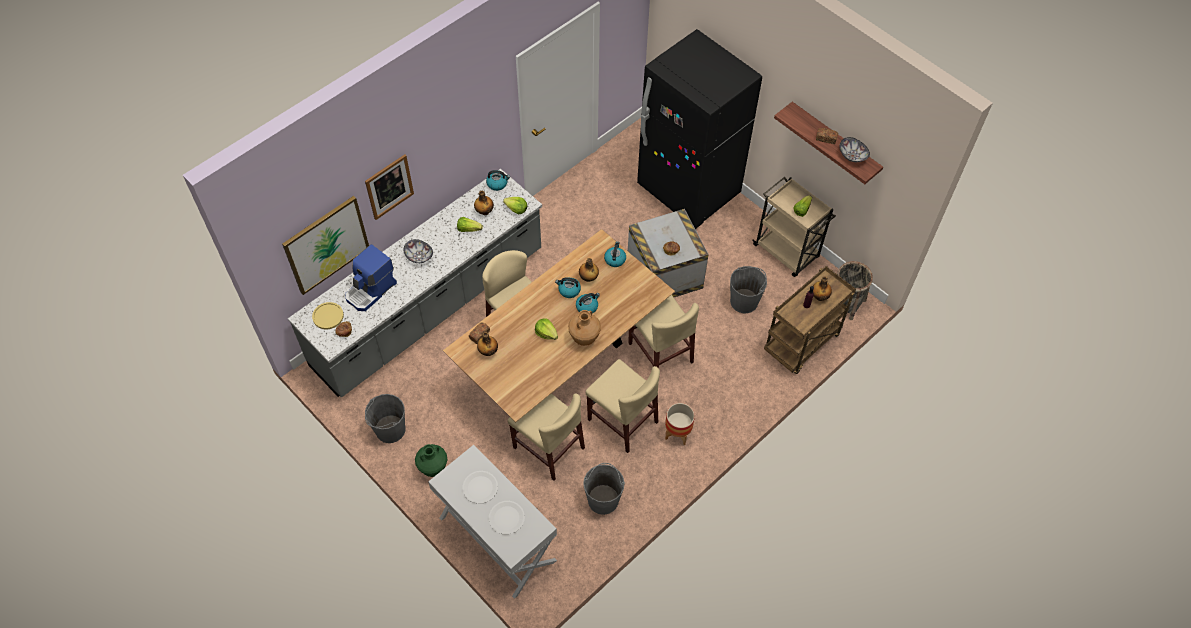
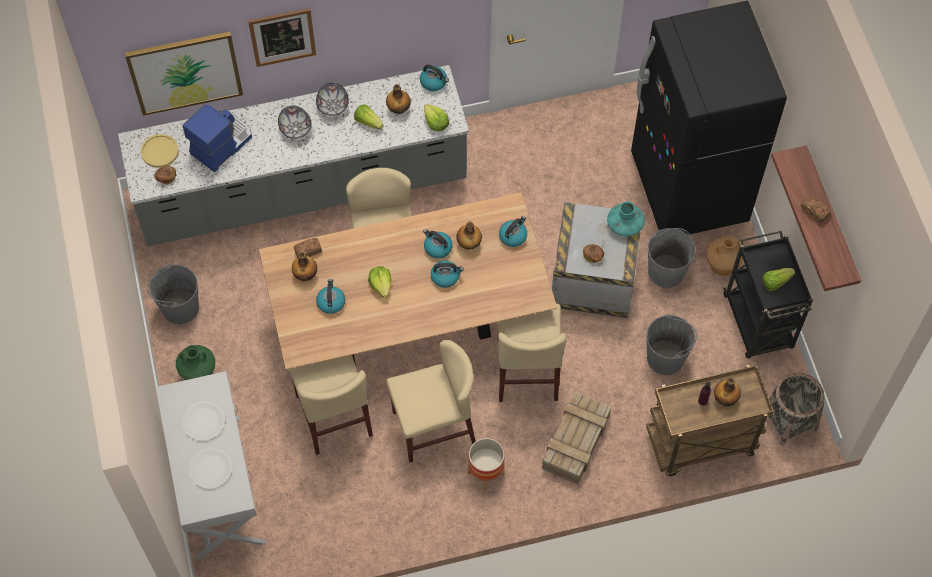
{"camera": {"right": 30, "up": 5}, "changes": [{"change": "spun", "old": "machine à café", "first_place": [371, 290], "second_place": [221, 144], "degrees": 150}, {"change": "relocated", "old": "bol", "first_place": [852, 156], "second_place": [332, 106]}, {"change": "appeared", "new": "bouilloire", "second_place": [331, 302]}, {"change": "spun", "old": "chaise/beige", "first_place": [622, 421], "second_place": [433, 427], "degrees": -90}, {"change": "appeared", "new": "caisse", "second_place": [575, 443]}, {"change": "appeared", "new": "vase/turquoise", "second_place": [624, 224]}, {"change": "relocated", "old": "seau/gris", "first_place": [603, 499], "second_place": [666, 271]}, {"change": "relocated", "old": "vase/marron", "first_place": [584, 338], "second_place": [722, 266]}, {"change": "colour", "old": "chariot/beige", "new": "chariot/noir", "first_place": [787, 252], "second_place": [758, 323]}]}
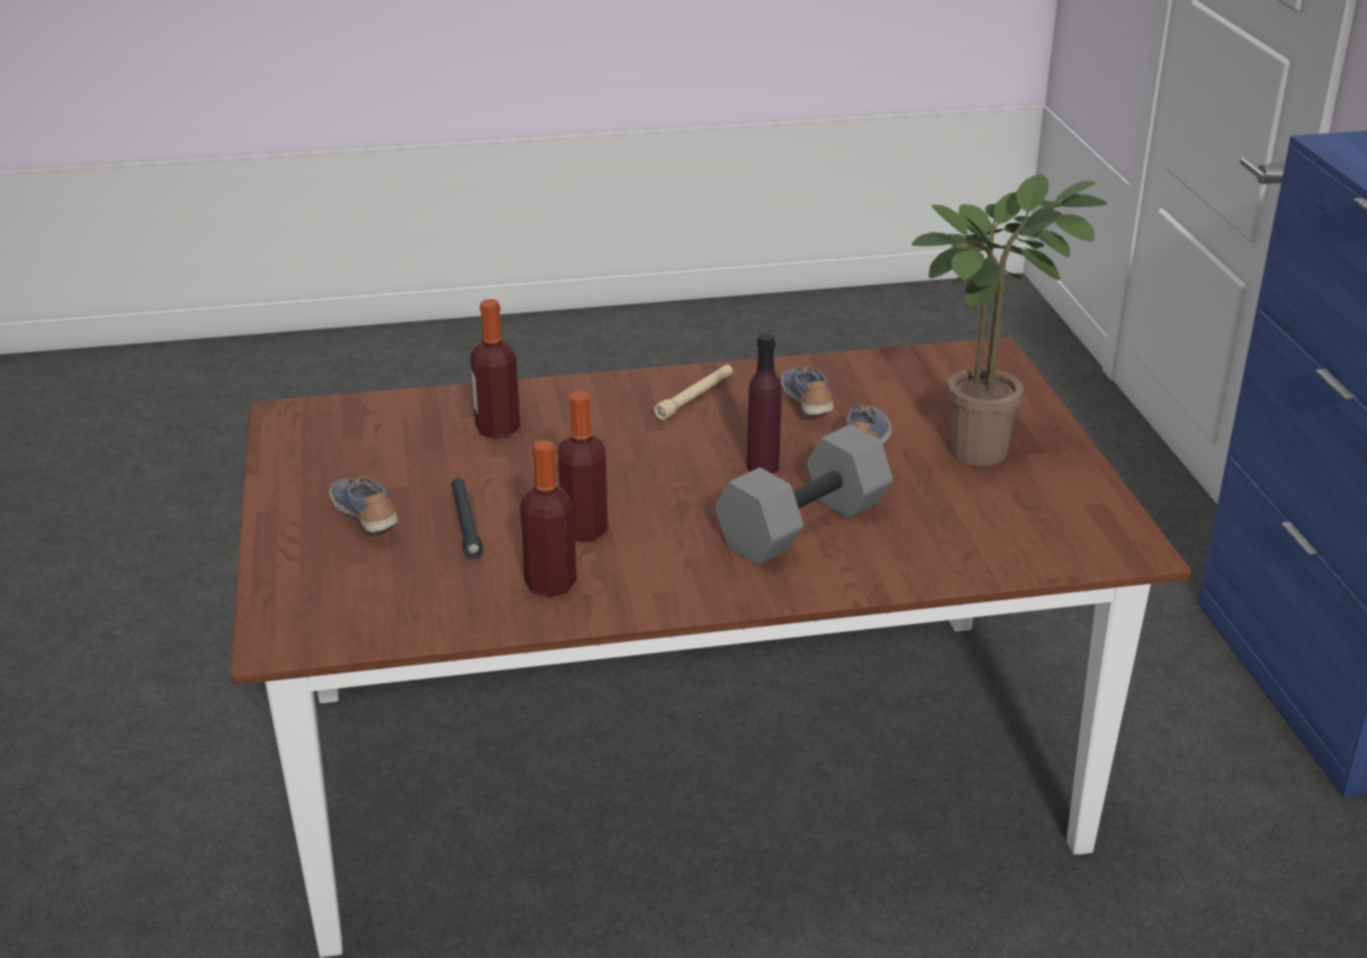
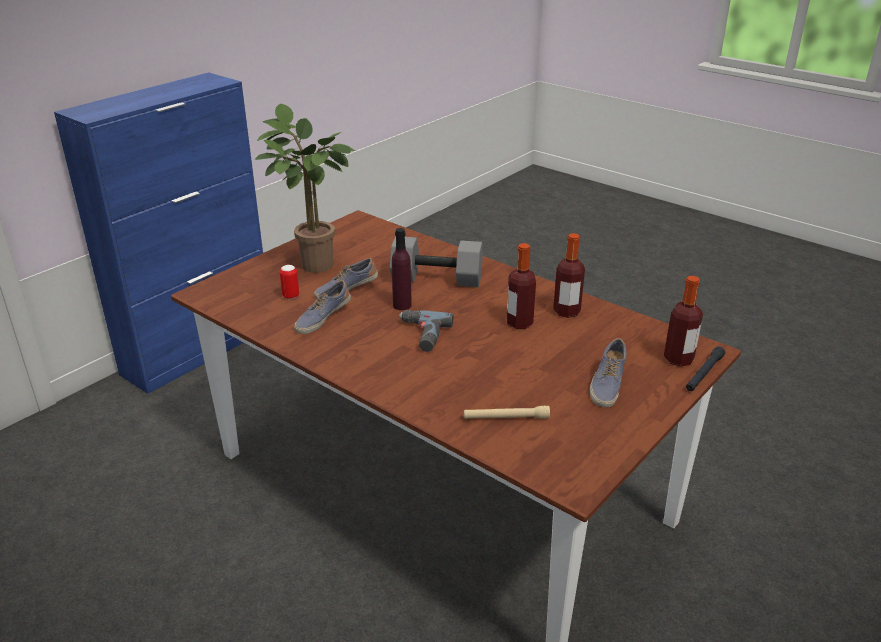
{"camera": {"right": -130, "up": 0}, "changes": [{"change": "appeared", "new": "boîte métallique", "second_place": [291, 296]}, {"change": "appeared", "new": "perceuse", "second_place": [421, 335]}, {"change": "relocated", "old": "lampe de poche/beige", "first_place": [695, 397], "second_place": [506, 418]}, {"change": "relocated", "old": "bouteille", "first_place": [498, 429], "second_place": [678, 359]}, {"change": "relocated", "old": "lampe de poche/noir", "first_place": [466, 523], "second_place": [704, 373]}]}
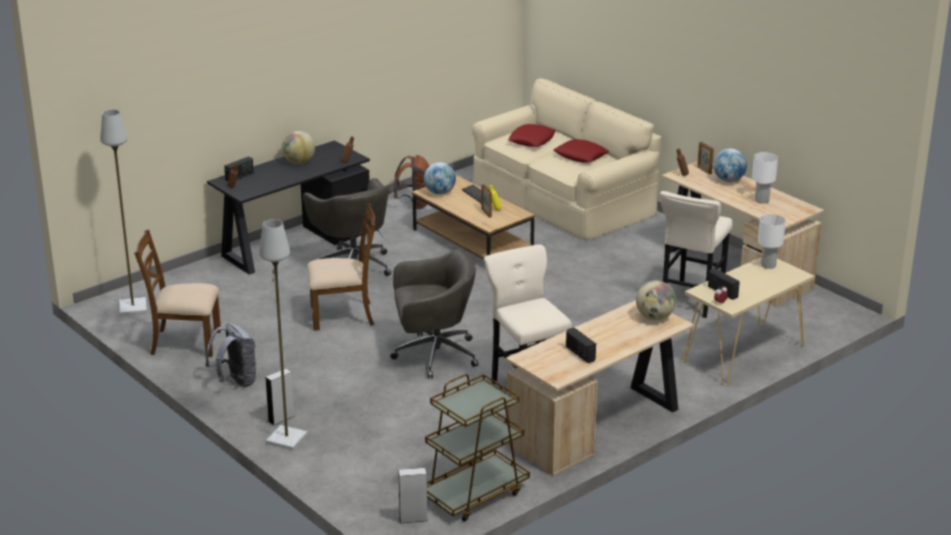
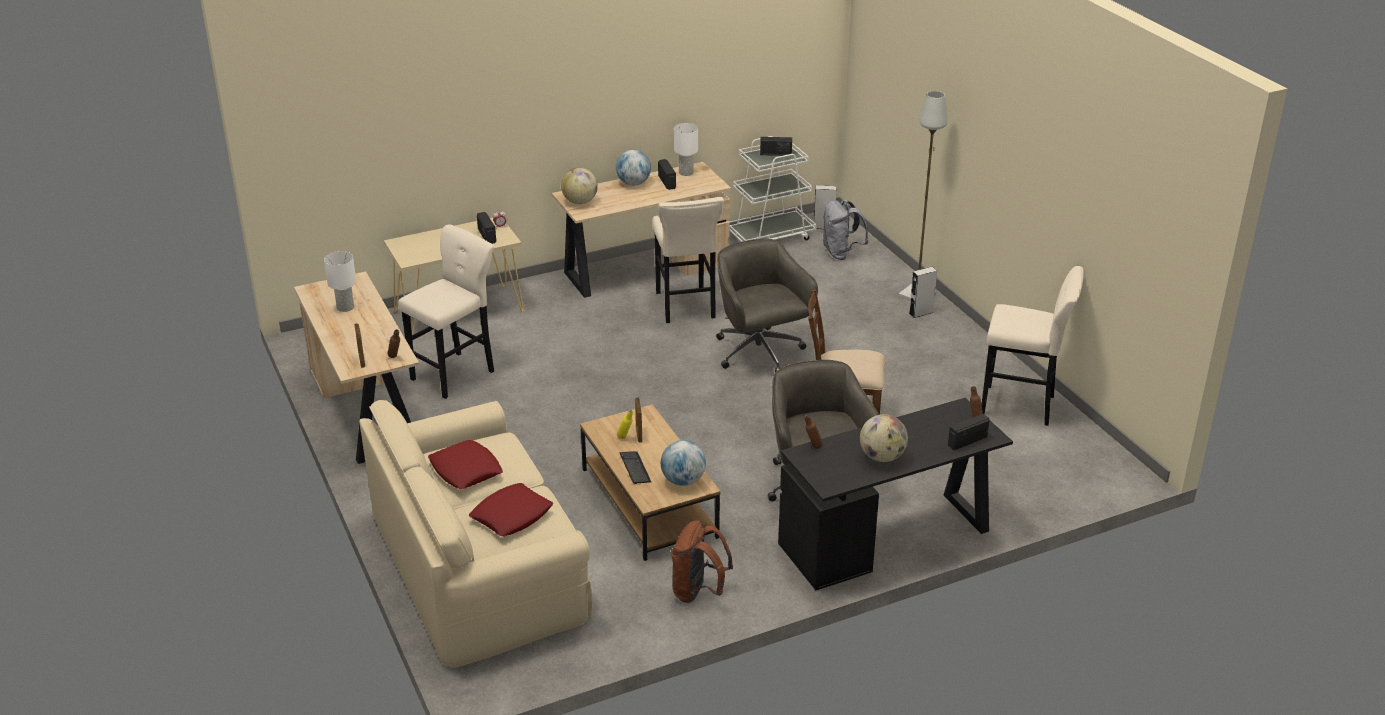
{"camera": {"right": -165, "up": 5}, "changes": [{"change": "relocated", "old": "globe", "first_place": [728, 180], "second_place": [633, 183]}, {"change": "relocated", "old": "lampe de table/blanc", "first_place": [768, 265], "second_place": [685, 172]}, {"change": "spun", "old": "chaise de bureau/gris", "first_place": [433, 355], "second_place": [759, 353], "degrees": 60}, {"change": "colour", "old": "chariot/marron", "new": "chariot/blanc", "first_place": [474, 494], "second_place": [771, 236]}, {"change": "appeared", "new": "radio", "second_place": [775, 154]}, {"change": "relocated", "old": "sac à dos/gris", "first_place": [235, 381], "second_place": [841, 253]}, {"change": "exchanged", "old": "chaise/marron", "new": "tabouret/beige", "first_place": [184, 342], "second_place": [1022, 406]}, {"change": "missing", "old": "lampadaire/gris", "first_place": [132, 307]}]}
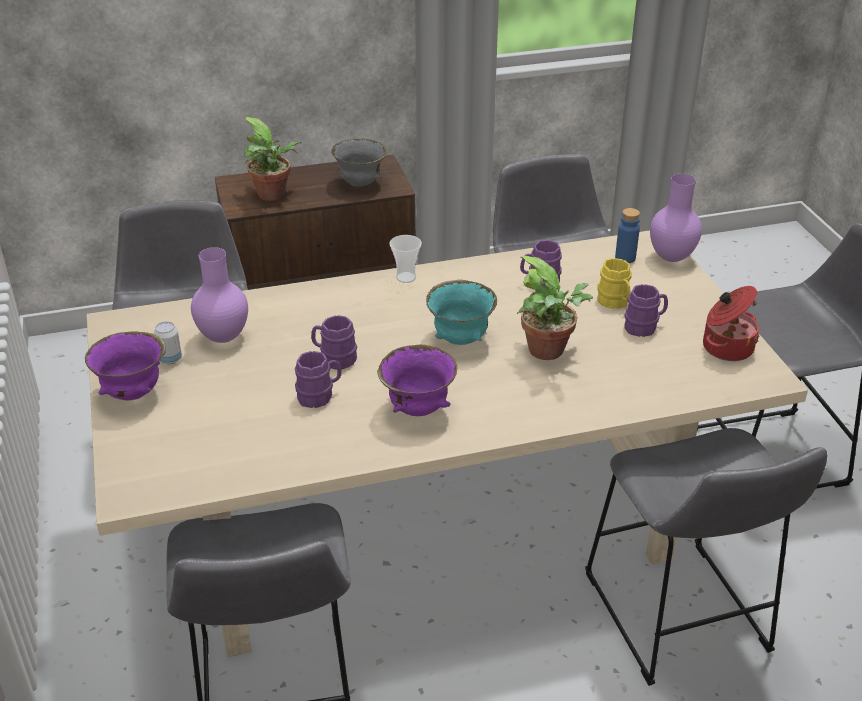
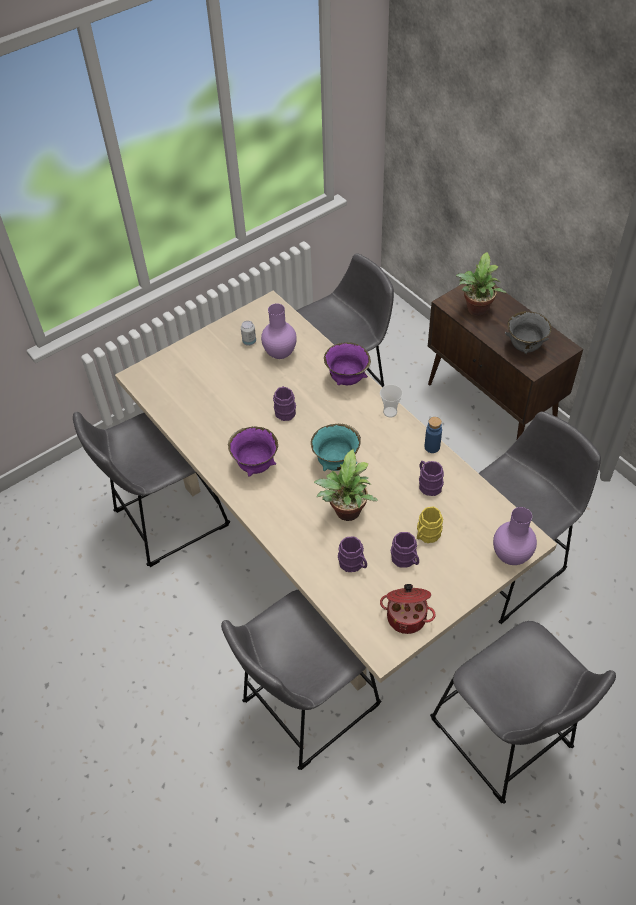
{"camera": {"right": 70, "up": 15}, "changes": [{"change": "relocated", "old": "bol/violet", "first_place": [133, 394], "second_place": [347, 380]}, {"change": "relocated", "old": "mug/violet", "first_place": [320, 395], "second_place": [353, 564]}, {"change": "relocated", "old": "bouteille/bleu", "first_place": [625, 258], "second_place": [432, 447]}]}
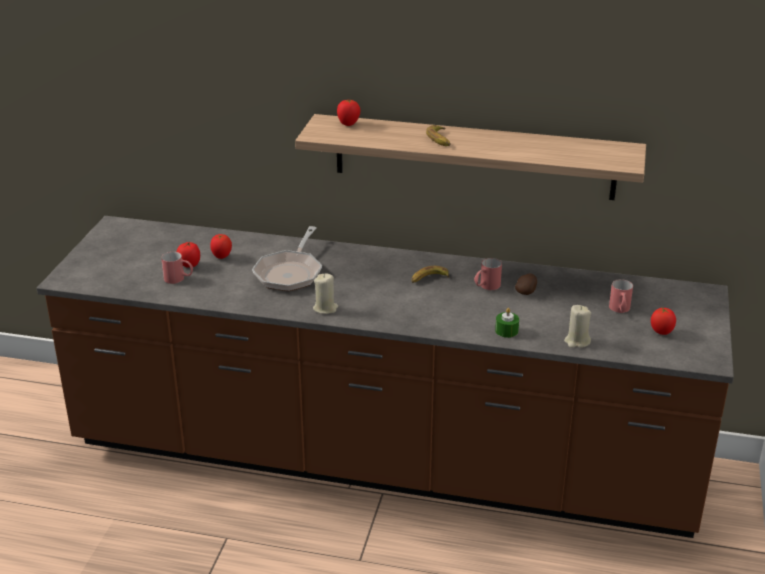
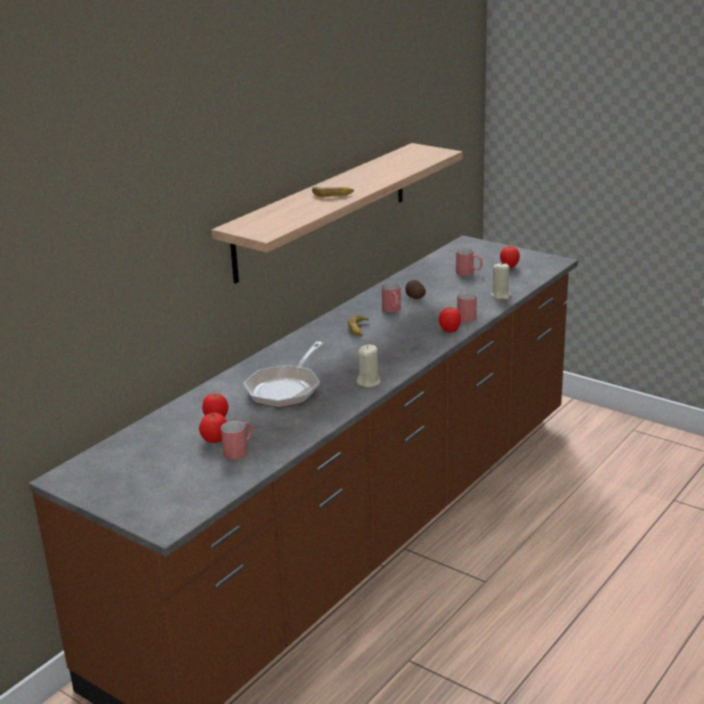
{"camera": {"right": -65, "up": -5}, "changes": [{"change": "spun", "old": "poêle", "first_place": [290, 273], "second_place": [286, 389], "degrees": 75}, {"change": "relocated", "old": "tomate", "first_place": [348, 124], "second_place": [450, 331]}, {"change": "exchanged", "old": "bougie/vert", "new": "mug/rouge", "first_place": [506, 331], "second_place": [467, 316]}]}
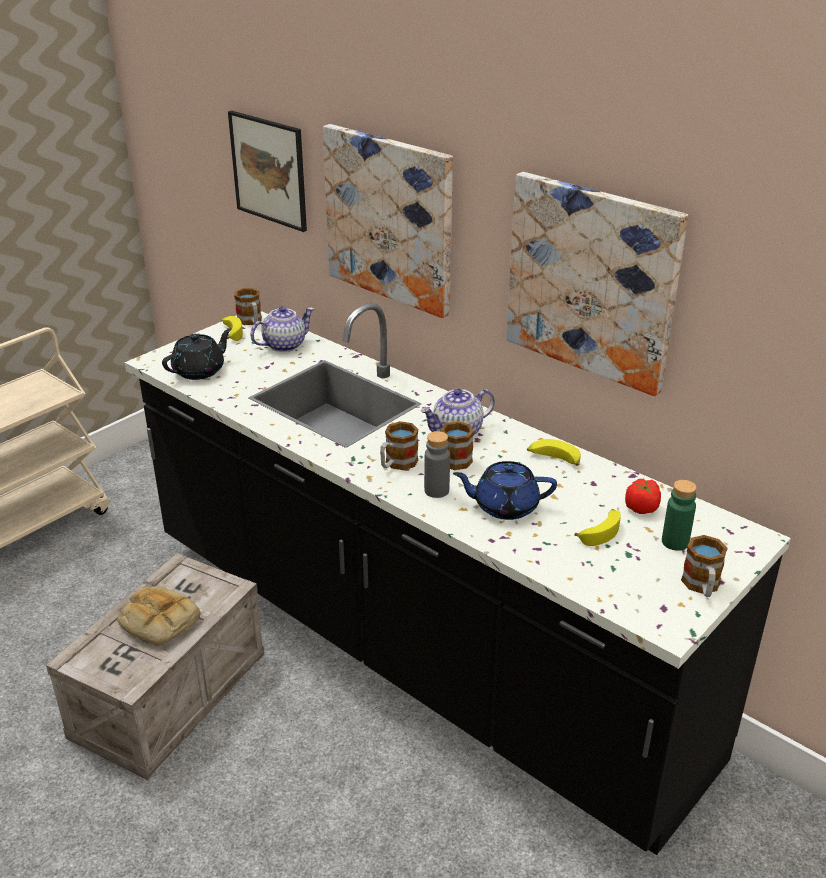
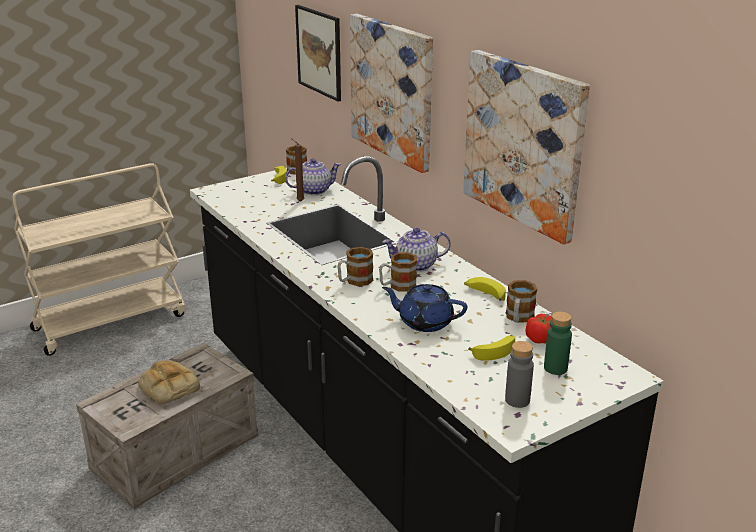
{"camera": {"right": 15, "up": -5}, "changes": [{"change": "appeared", "new": "bougie/marron", "second_place": [299, 201]}, {"change": "relocated", "old": "bouteille/gris", "first_place": [436, 490], "second_place": [517, 400]}, {"change": "relocated", "old": "mug", "first_place": [702, 586], "second_place": [518, 318]}, {"change": "missing", "old": "théière/noir", "first_place": [200, 371]}]}
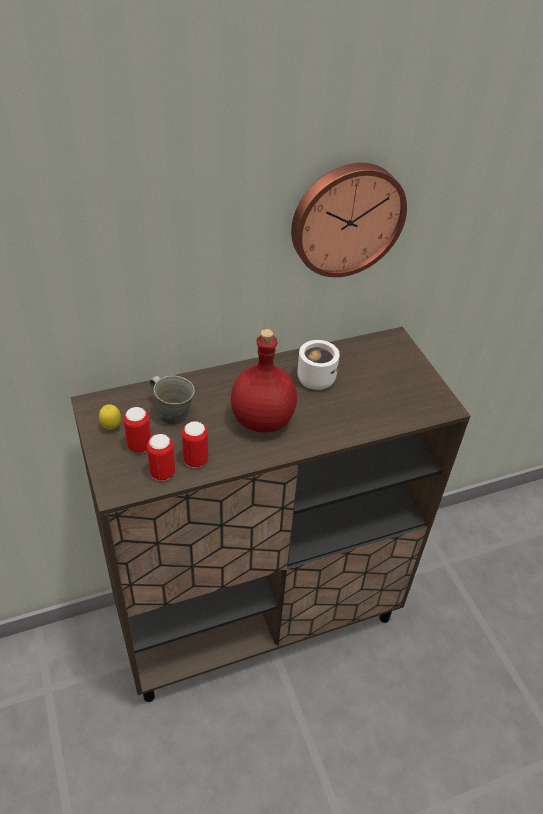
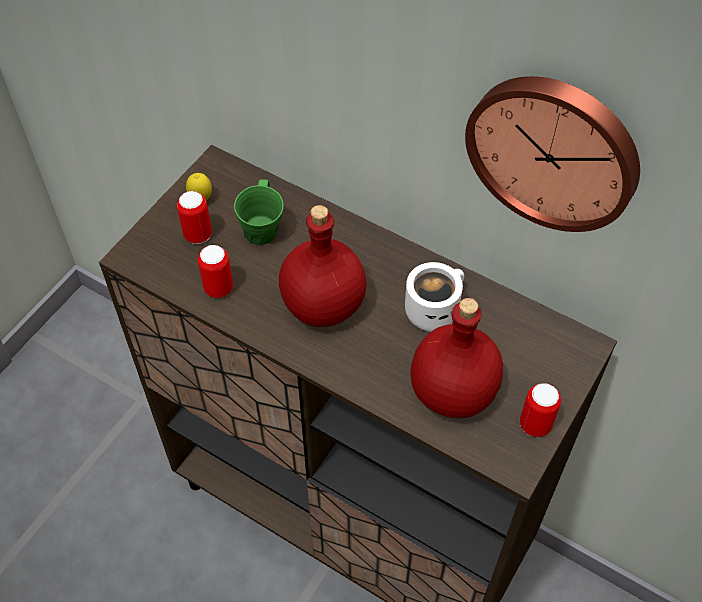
{"camera": {"right": 55, "up": 10}, "changes": [{"change": "colour", "old": "mug/gris", "new": "mug/vert", "first_place": [172, 413], "second_place": [262, 229]}, {"change": "appeared", "new": "bouteille/rouge", "second_place": [454, 393]}, {"change": "relocated", "old": "boîte métallique", "first_place": [162, 473], "second_place": [535, 425]}]}
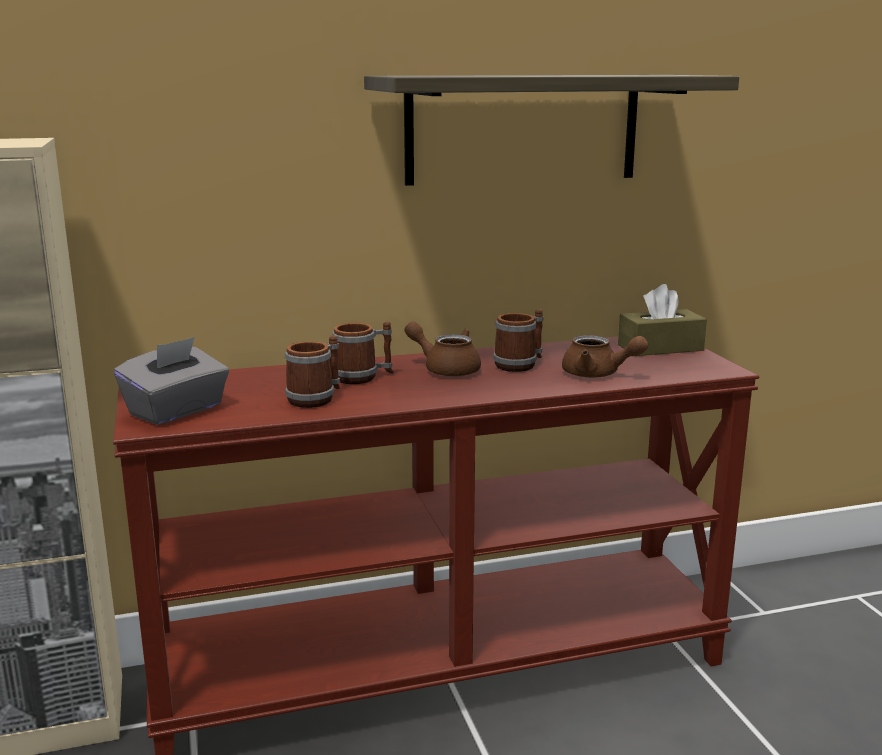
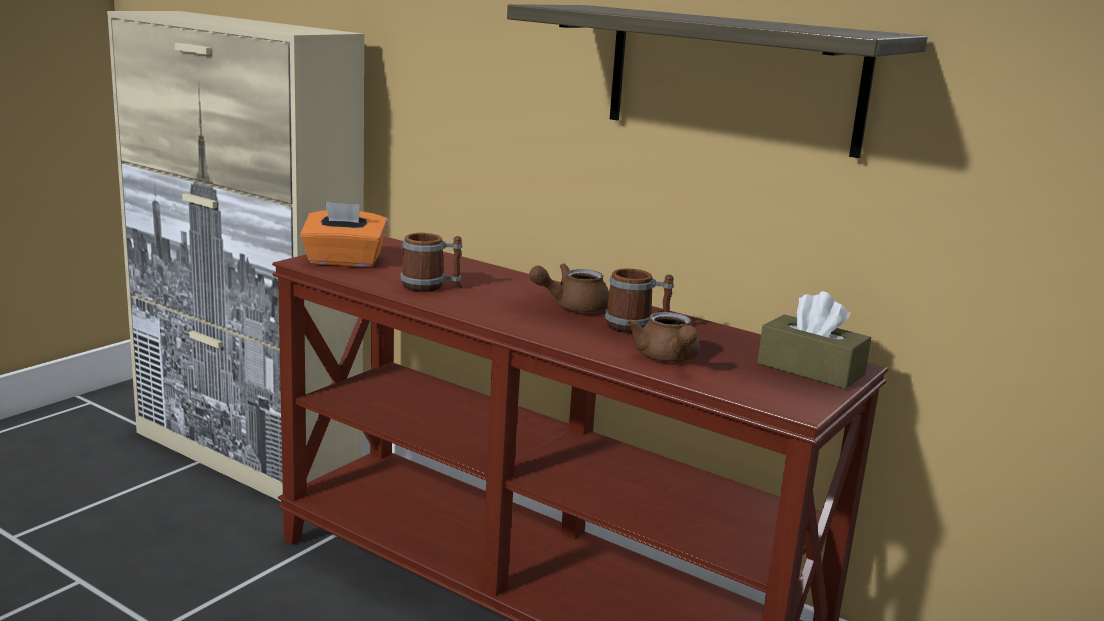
{"camera": {"right": 50, "up": 0}, "changes": [{"change": "colour", "old": "boîte à mouchoirs/gris", "new": "boîte à mouchoirs/orange", "first_place": [177, 411], "second_place": [344, 261]}, {"change": "spun", "old": "théière/marron", "first_place": [446, 369], "second_place": [572, 307], "degrees": -105}, {"change": "missing", "old": "mug", "first_place": [363, 377]}]}
